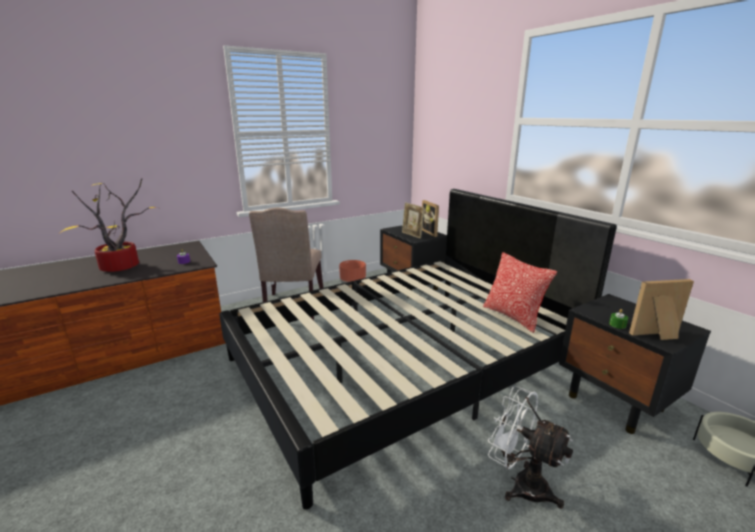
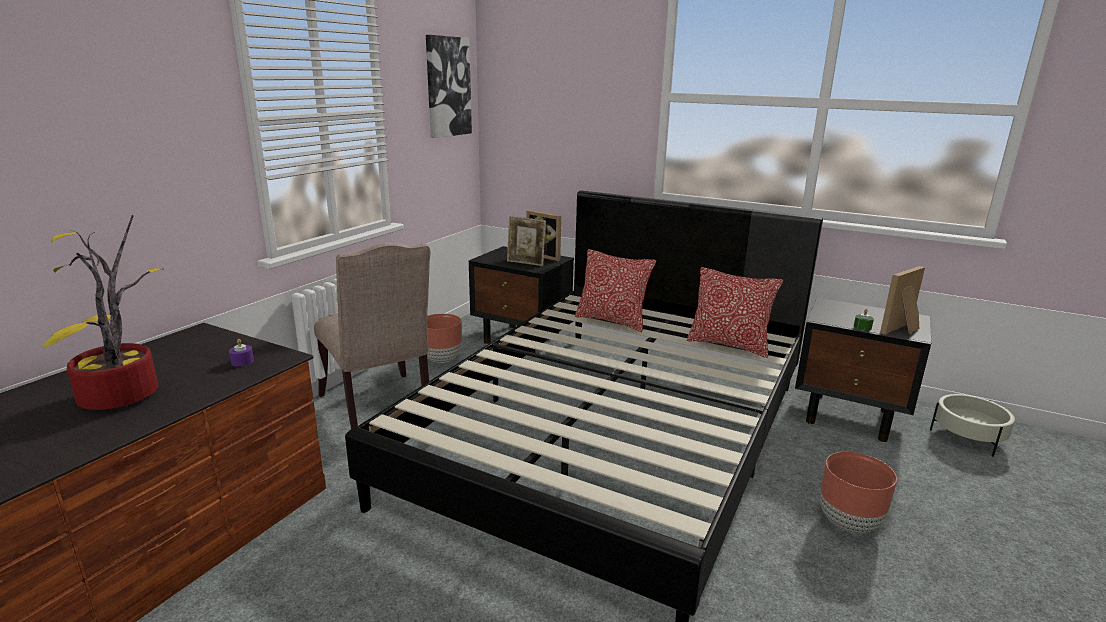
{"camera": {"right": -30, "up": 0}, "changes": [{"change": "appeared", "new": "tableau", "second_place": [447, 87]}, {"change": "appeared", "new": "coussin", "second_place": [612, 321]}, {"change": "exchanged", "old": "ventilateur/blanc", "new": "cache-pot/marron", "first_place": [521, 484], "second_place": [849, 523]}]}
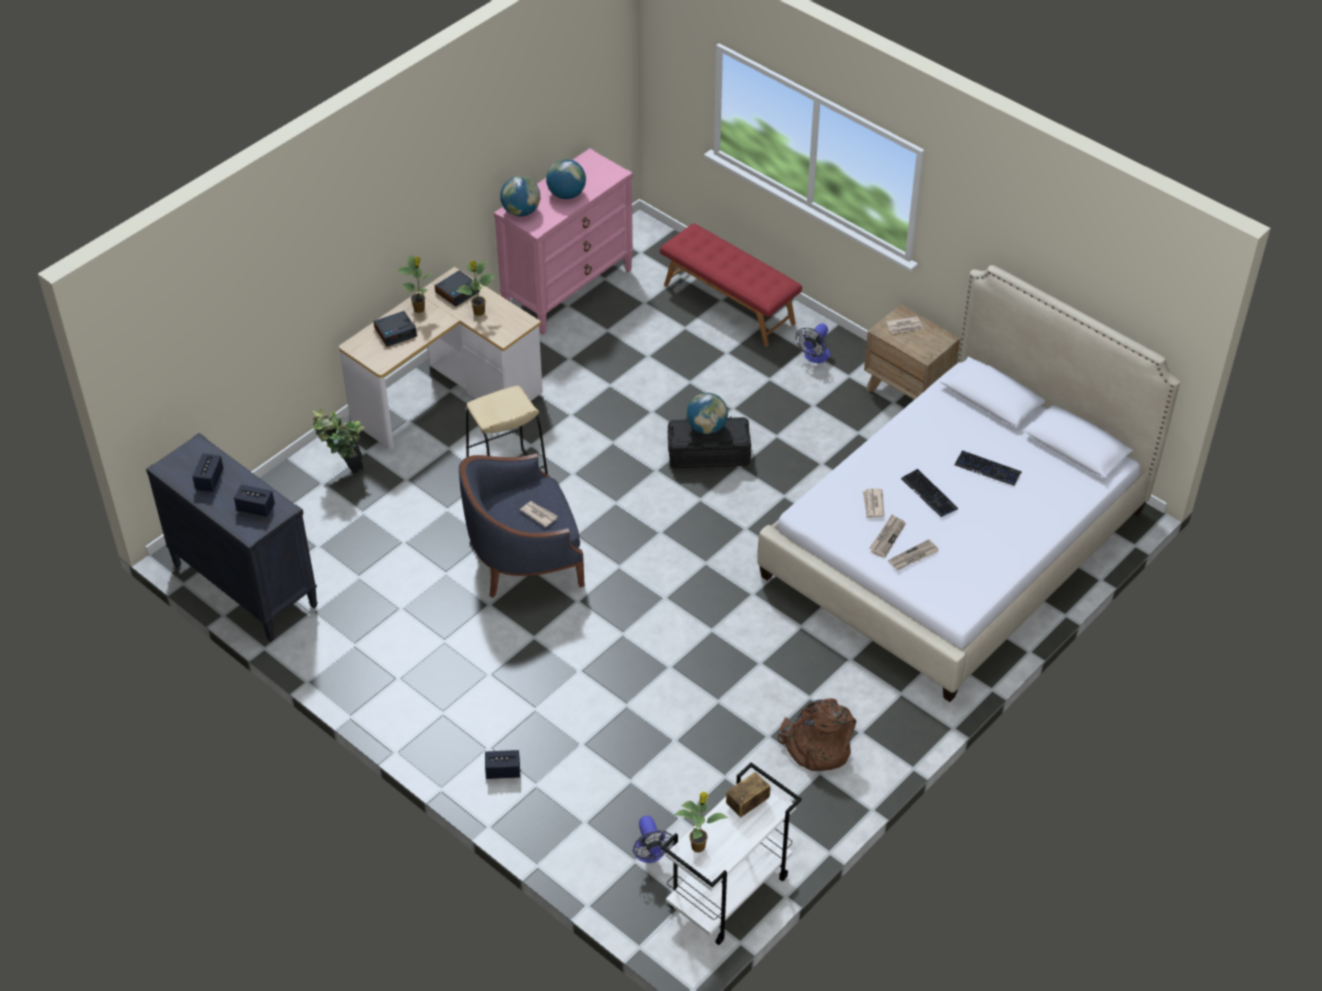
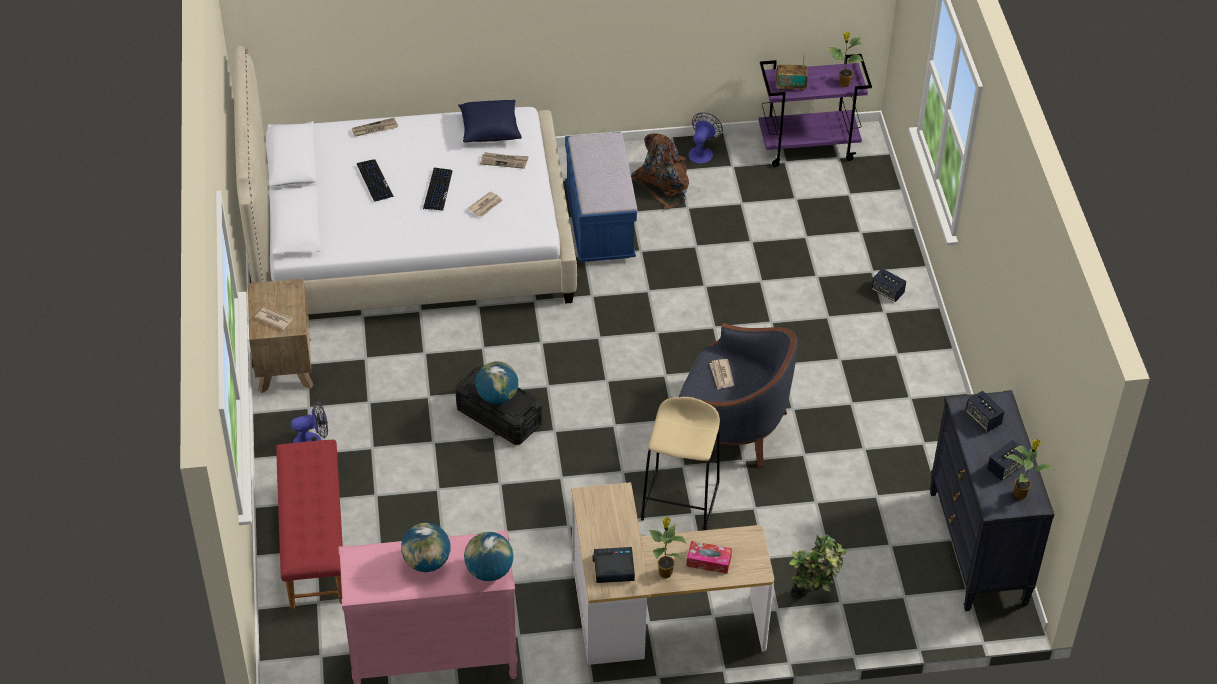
{"camera": {"right": -140, "up": 0}, "changes": [{"change": "relocated", "old": "journal", "first_place": [887, 537], "second_place": [374, 129]}, {"change": "appeared", "new": "coussin/bleu", "second_place": [490, 130]}, {"change": "appeared", "new": "banc/bleu", "second_place": [599, 224]}, {"change": "exchanged", "old": "réveil", "new": "boîte à mouchoirs", "first_place": [396, 332], "second_place": [708, 561]}, {"change": "relocated", "old": "ventilateur", "first_place": [650, 854], "second_place": [702, 152]}, {"change": "colour", "old": "chariot/blanc", "new": "chariot/violet", "first_place": [728, 894], "second_place": [808, 146]}, {"change": "relocated", "old": "plante en pot", "first_place": [478, 312], "second_place": [1021, 493]}]}
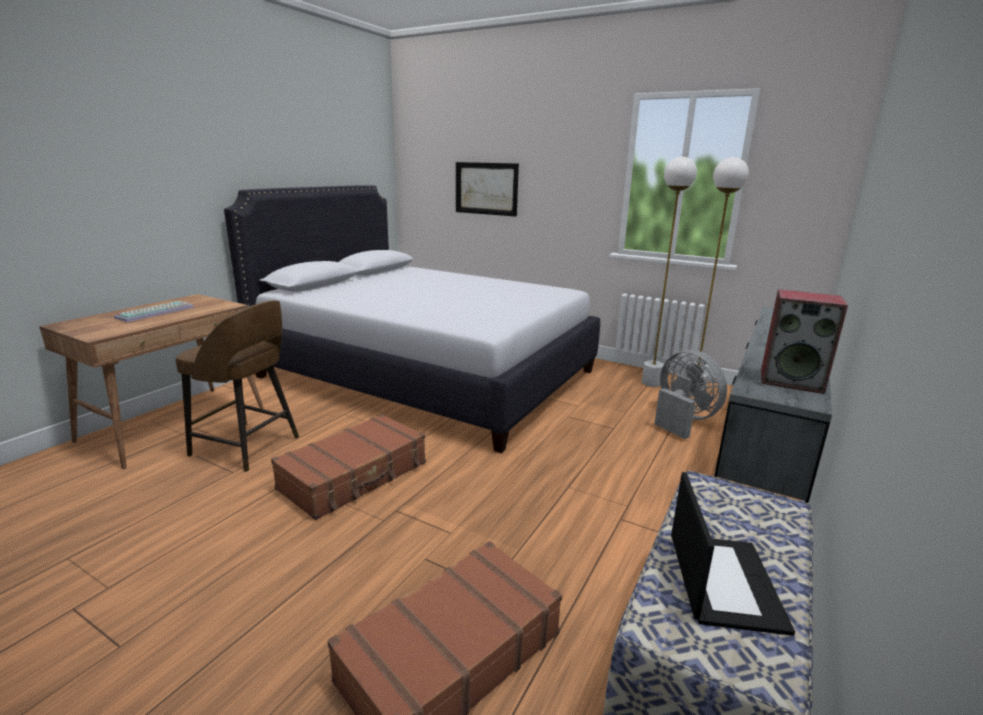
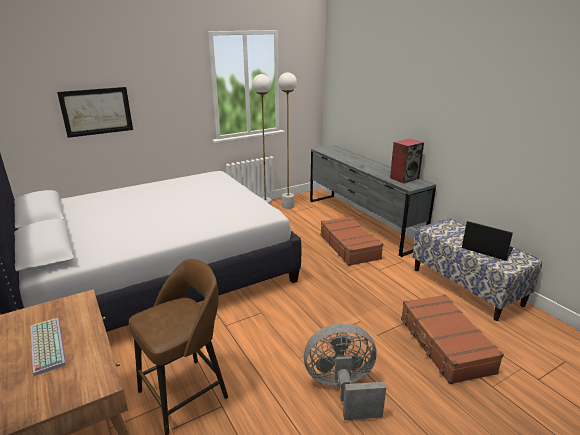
{"camera": {"right": -60, "up": 5}, "changes": [{"change": "relocated", "old": "ventilateur/gris", "first_place": [682, 420], "second_place": [342, 389]}, {"change": "relocated", "old": "valise/marron", "first_place": [355, 476], "second_place": [349, 247]}]}
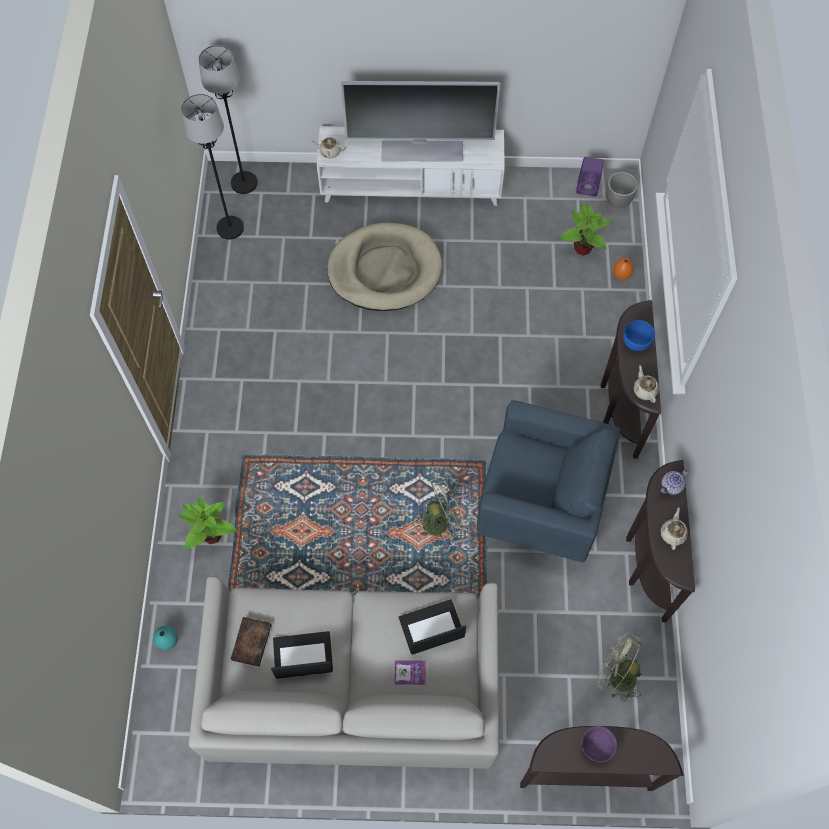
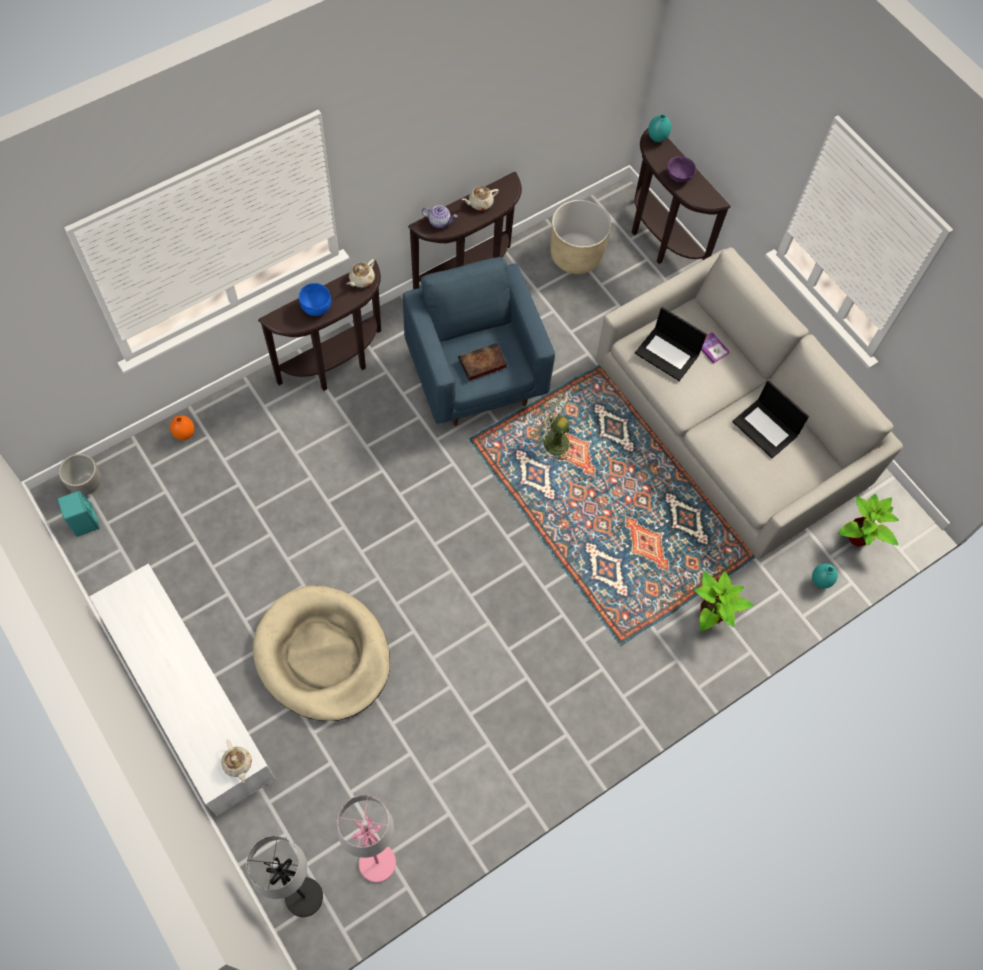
{"camera": {"right": -130, "up": 0}, "changes": [{"change": "colour", "old": "enceinte/violet", "new": "enceinte/turquoise", "first_place": [588, 187], "second_place": [84, 521]}, {"change": "colour", "old": "lampadaire/noir", "new": "lampadaire/rose", "first_place": [230, 228], "second_place": [376, 862]}, {"change": "relocated", "old": "livre", "first_place": [251, 641], "second_place": [481, 364]}, {"change": "exchanged", "old": "ventilateur/vert", "new": "cache-pot/beige", "first_place": [616, 676], "second_place": [576, 255]}, {"change": "appeared", "new": "vase/turquoise", "second_place": [657, 138]}, {"change": "relocated", "old": "plante en pot", "first_place": [582, 248], "second_place": [857, 538]}, {"change": "missing", "old": "téléviseur", "first_place": [422, 150]}]}
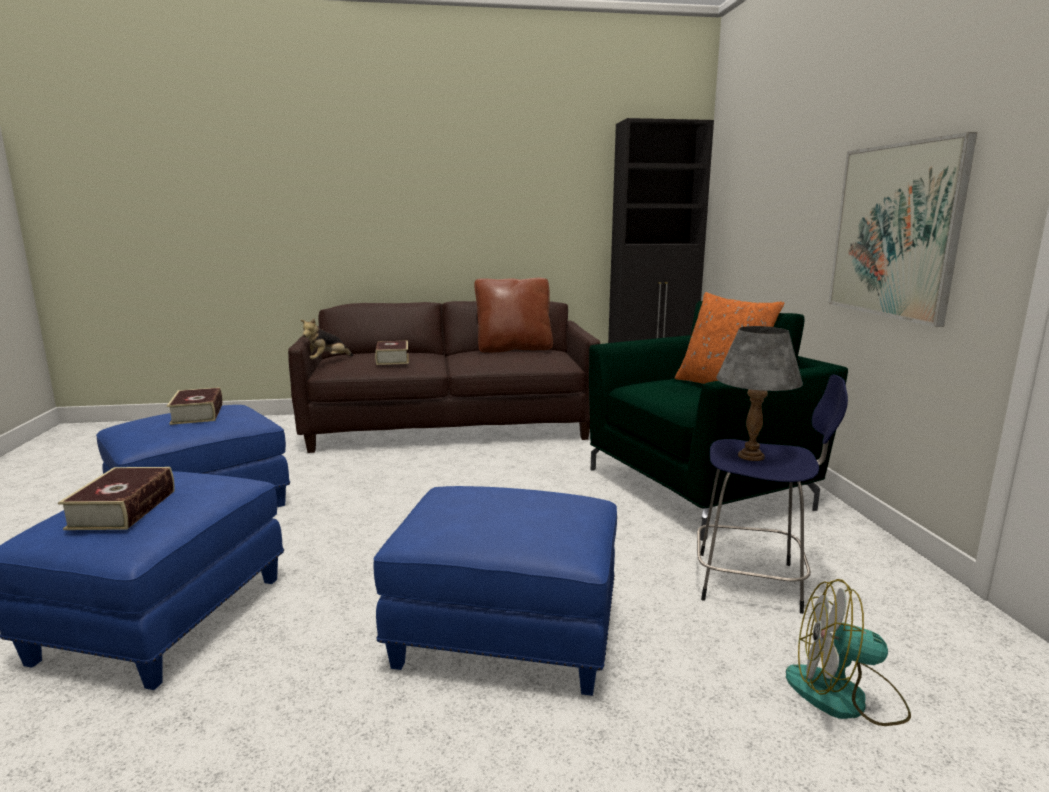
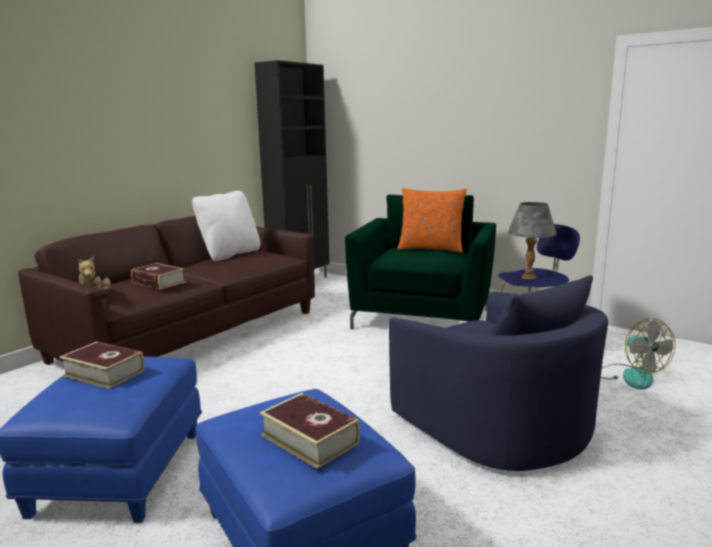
{"camera": {"right": -45, "up": 0}, "changes": [{"change": "colour", "old": "coussin/marron", "new": "coussin/blanc", "first_place": [514, 349], "second_place": [230, 254]}, {"change": "exchanged", "old": "pouf/bleu", "new": "fauteuil/bleu", "first_place": [503, 634], "second_place": [496, 424]}, {"change": "spun", "old": "ventilateur", "first_place": [845, 696], "second_place": [630, 376], "degrees": -75}, {"change": "missing", "old": "tableau", "first_place": [895, 231]}]}
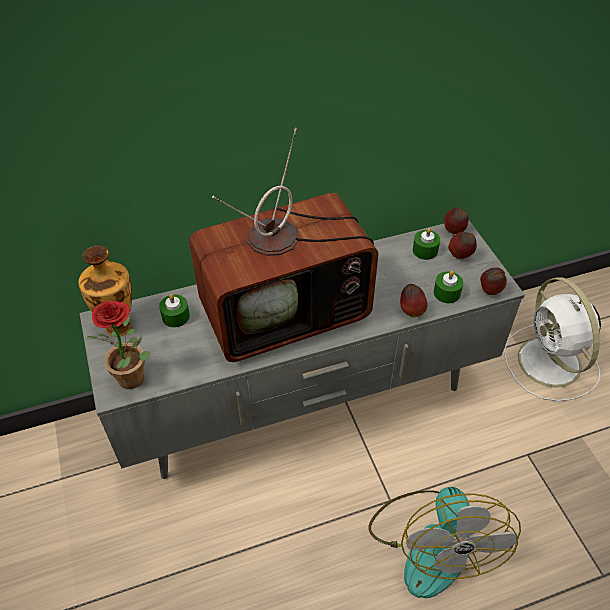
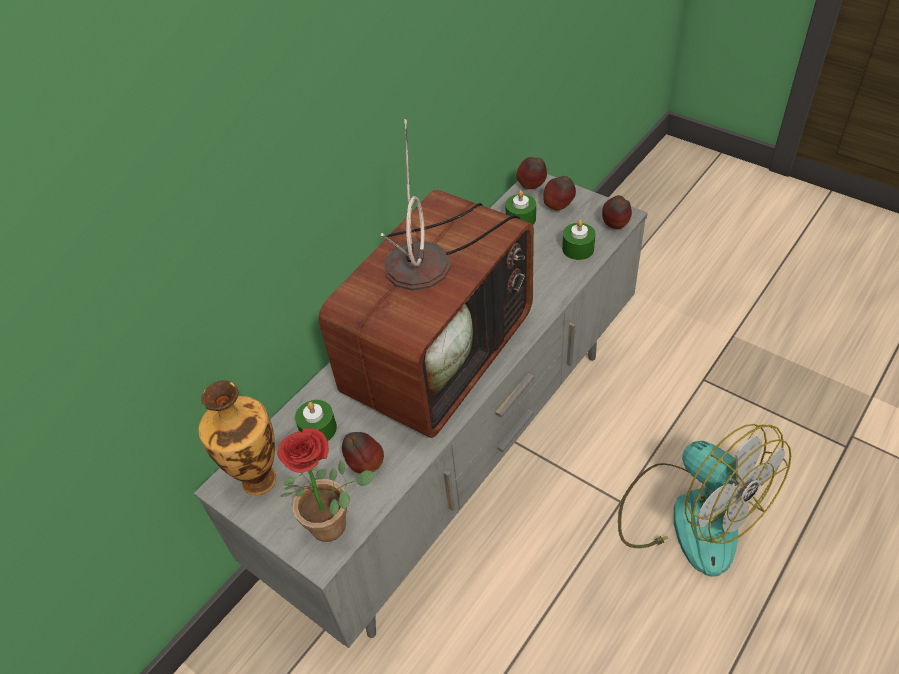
{"camera": {"right": -30, "up": 0}, "changes": [{"change": "relocated", "old": "pomme", "first_place": [411, 311], "second_place": [365, 465]}, {"change": "missing", "old": "ventilateur/blanc", "first_place": [550, 364]}]}
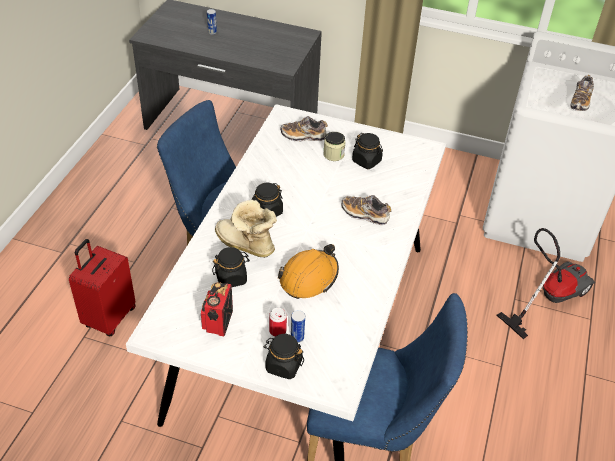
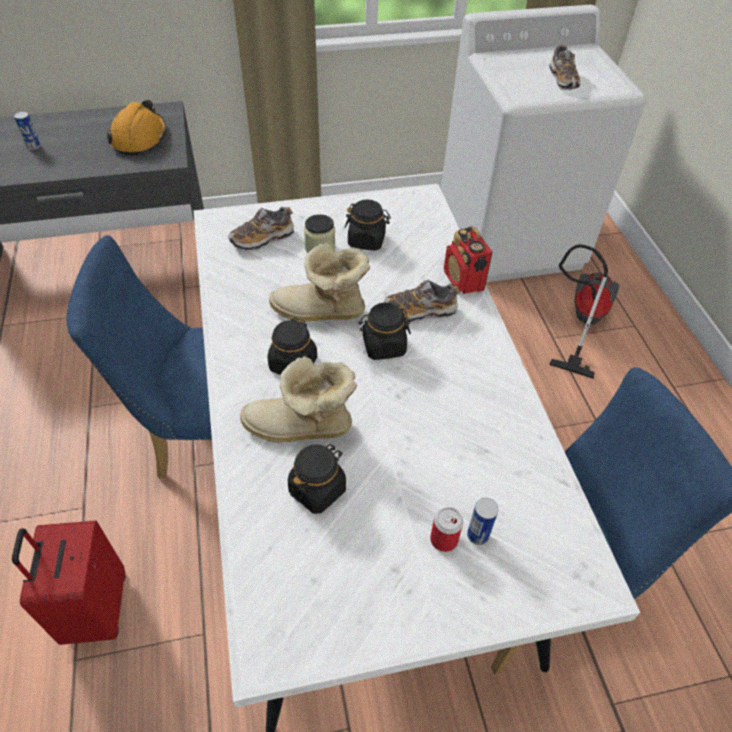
{"camera": {"right": -30, "up": 5}, "changes": [{"change": "relocated", "old": "casque de chantier/orange", "first_place": [309, 277], "second_place": [139, 138]}, {"change": "appeared", "new": "botte", "second_place": [320, 313]}, {"change": "relocated", "old": "bocal/noir", "first_place": [283, 365], "second_place": [383, 346]}, {"change": "relocated", "old": "radio", "first_place": [217, 322], "second_place": [464, 281]}]}
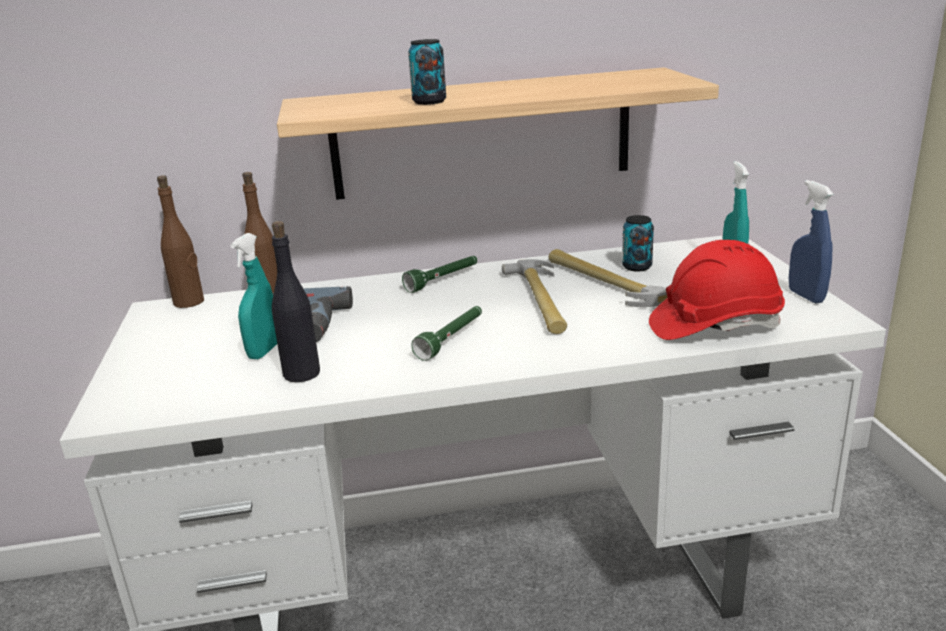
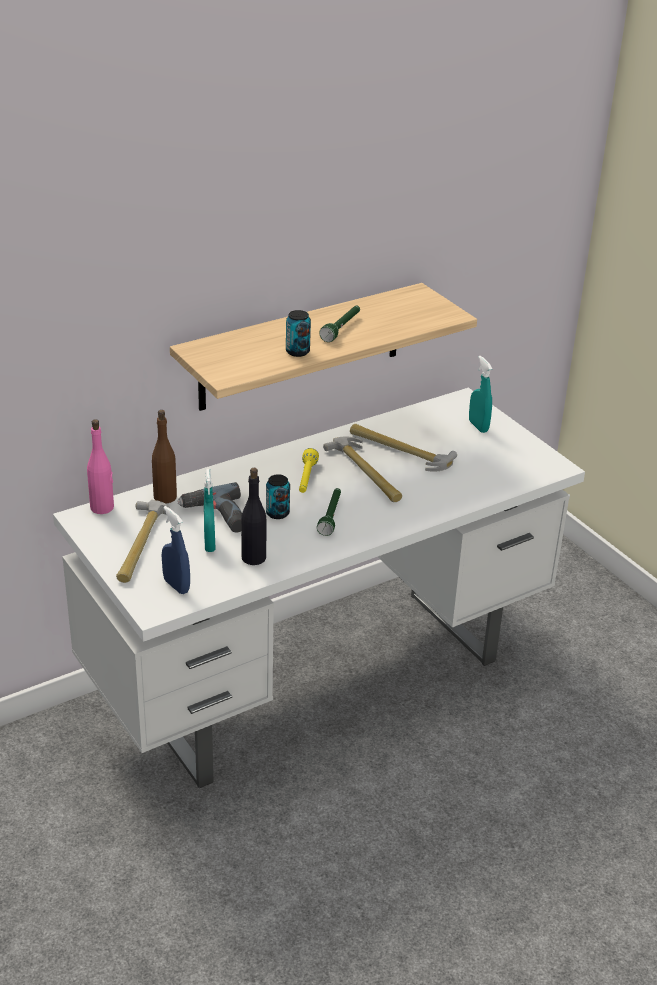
{"camera": {"right": -25, "up": 10}, "changes": [{"change": "colour", "old": "bouteille/marron", "new": "bouteille/rose", "first_place": [189, 302], "second_place": [102, 507]}, {"change": "appeared", "new": "marteau", "second_place": [140, 544]}, {"change": "relocated", "old": "vaporisateur/bleu", "first_place": [806, 296], "second_place": [176, 586]}, {"change": "relocated", "old": "boîte métallique", "first_place": [637, 267], "second_place": [277, 513]}, {"change": "appeared", "new": "lampe de poche/jaune", "second_place": [306, 479]}, {"change": "relocated", "old": "lampe de poche/vert", "first_place": [443, 280], "second_place": [342, 329]}, {"change": "missing", "old": "casque de chantier/rouge", "first_place": [714, 325]}]}
